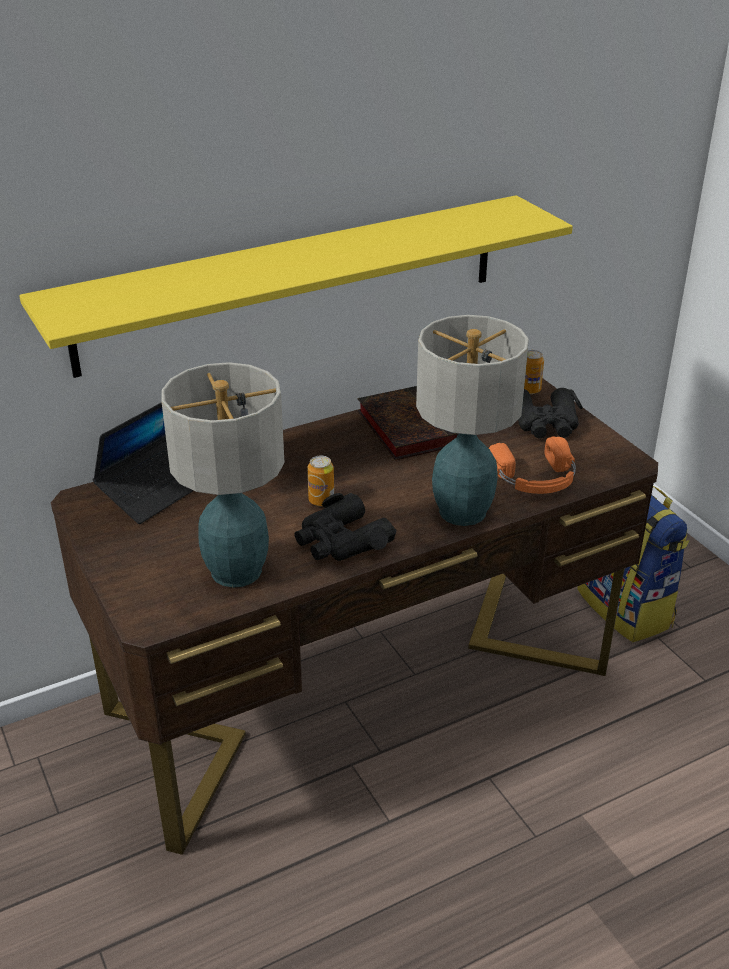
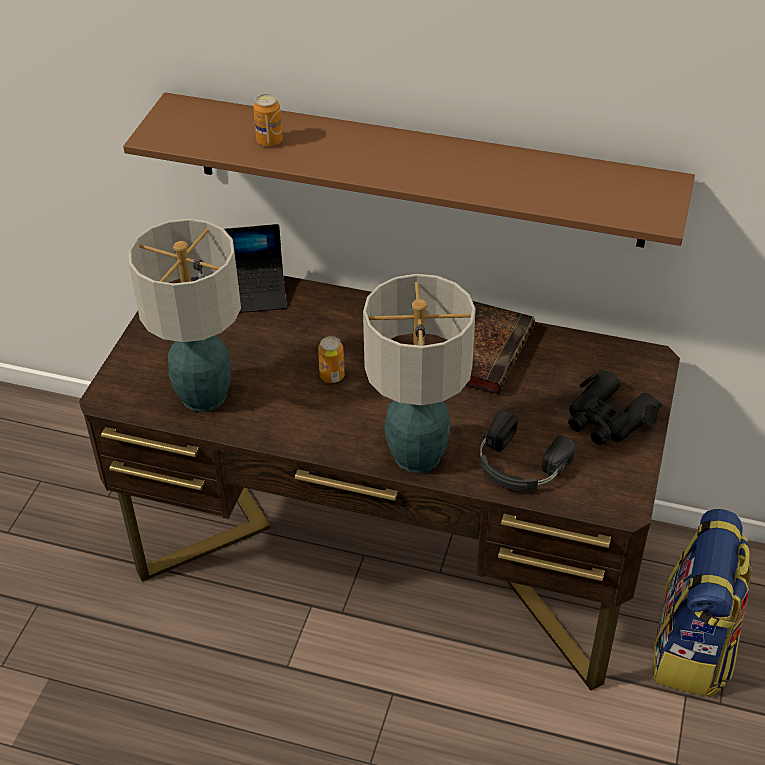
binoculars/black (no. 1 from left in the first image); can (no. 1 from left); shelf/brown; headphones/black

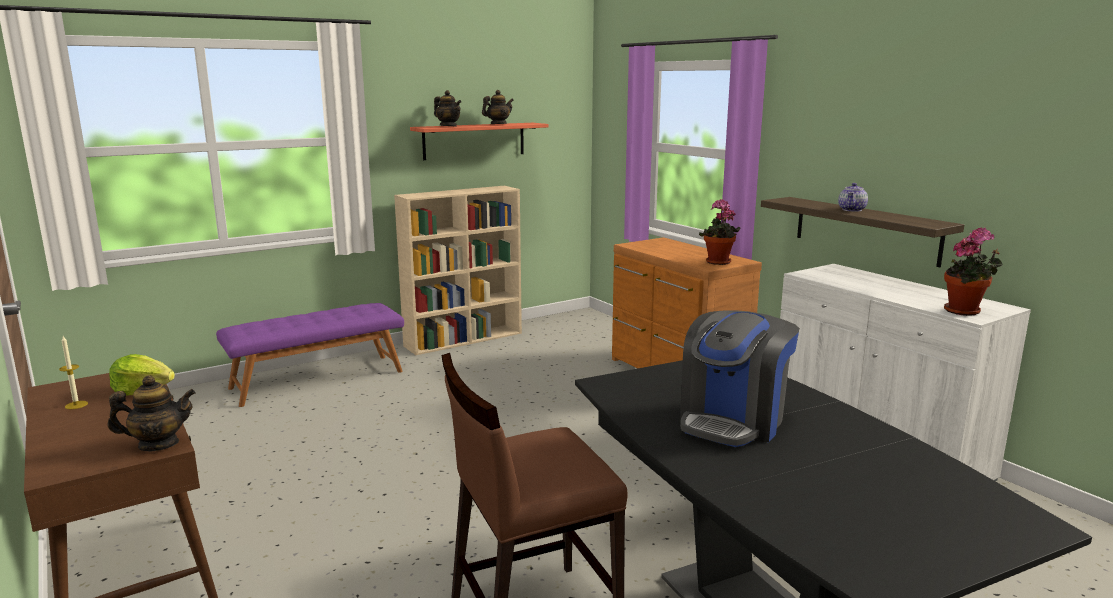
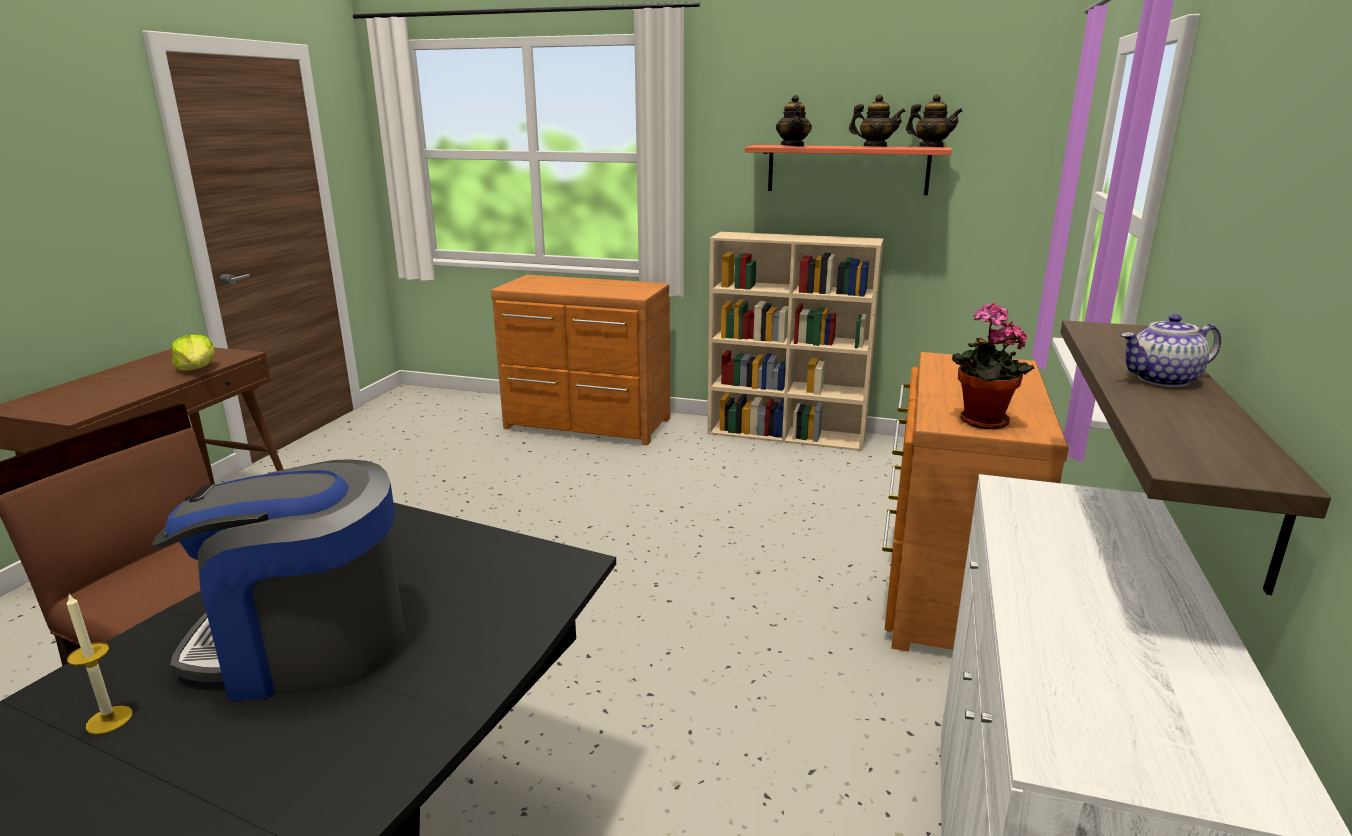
potted plant (no. 2 from left in the first image); candle; teapot (no. 3 from left); dresser/brown (no. 1 from left)

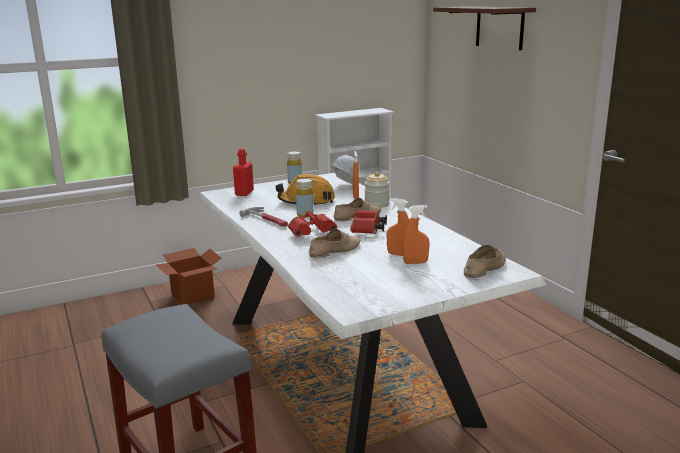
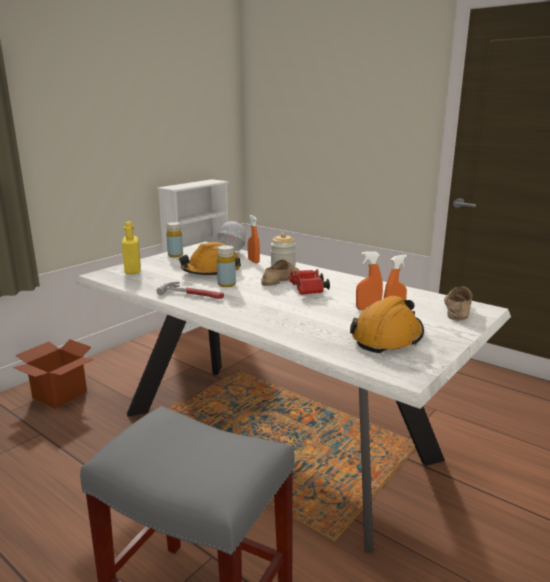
binoculars/red (no. 1 from left in the first image); shoe/beige (no. 1 from left in the first image); shelf/brown; hard hat/orange (no. 2 from left); bottle/yellow (no. 1 from left)

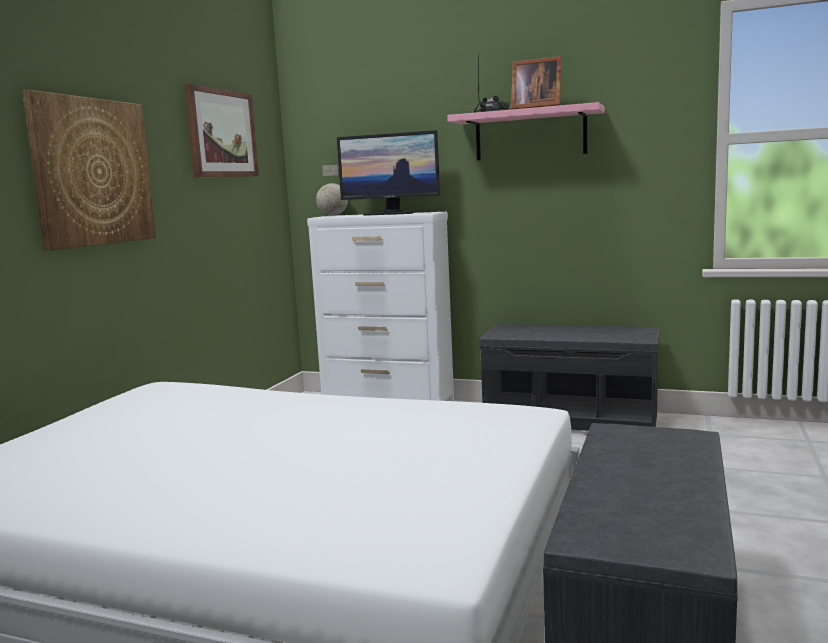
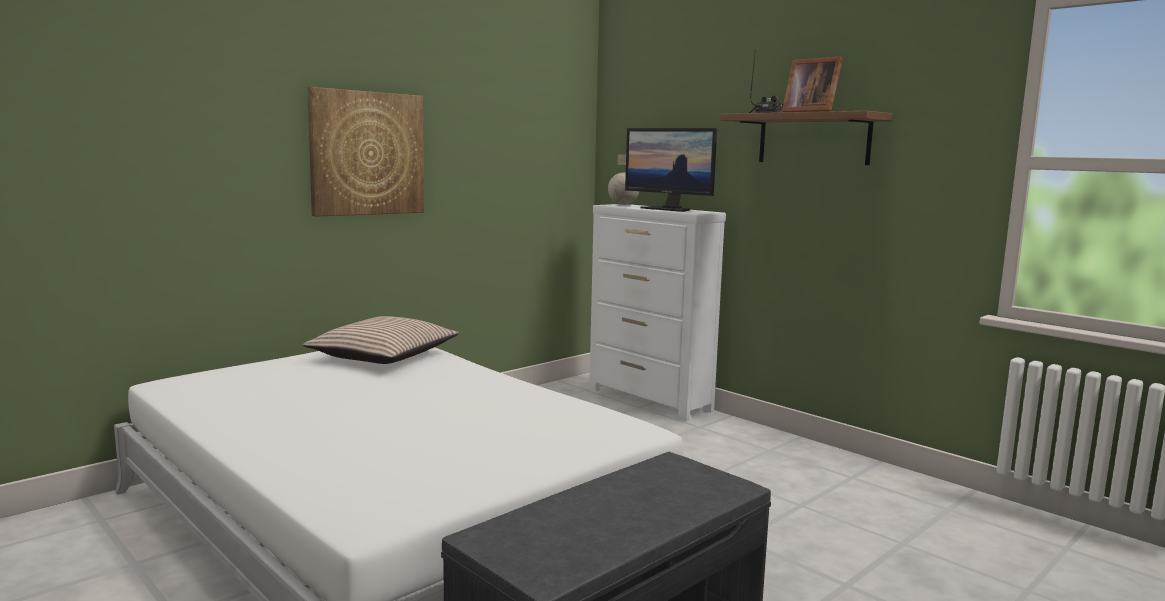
picture (no. 2 from left in the first image); bench/grey (no. 1 from left in the first image); pillow; shelf/brown

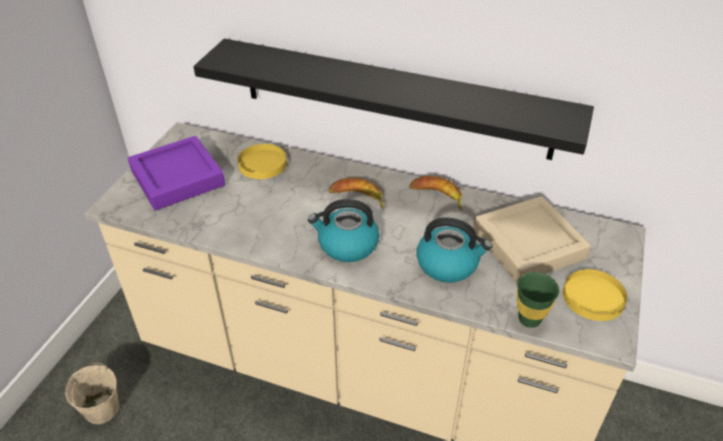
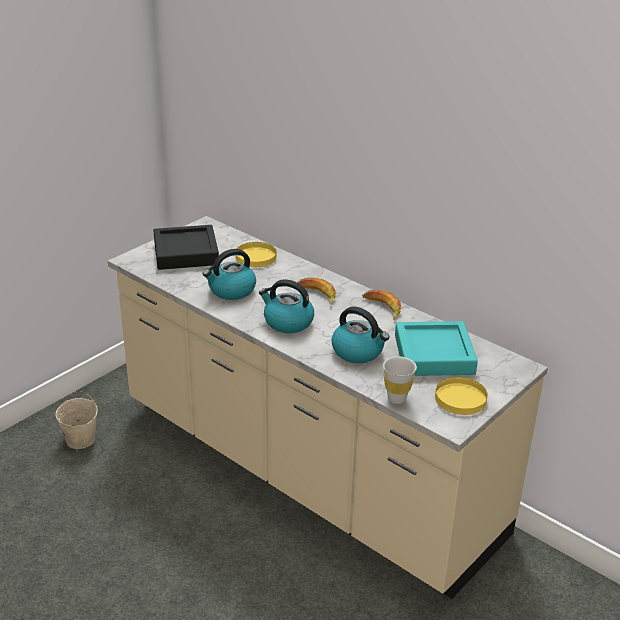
shelf/black; kettle (no. 1 from left); tray/black; tray/turquoise; cup/white

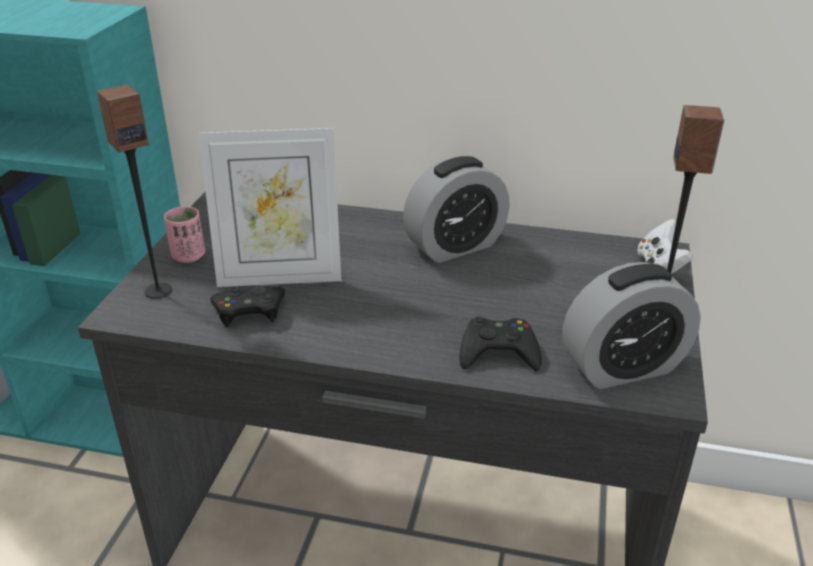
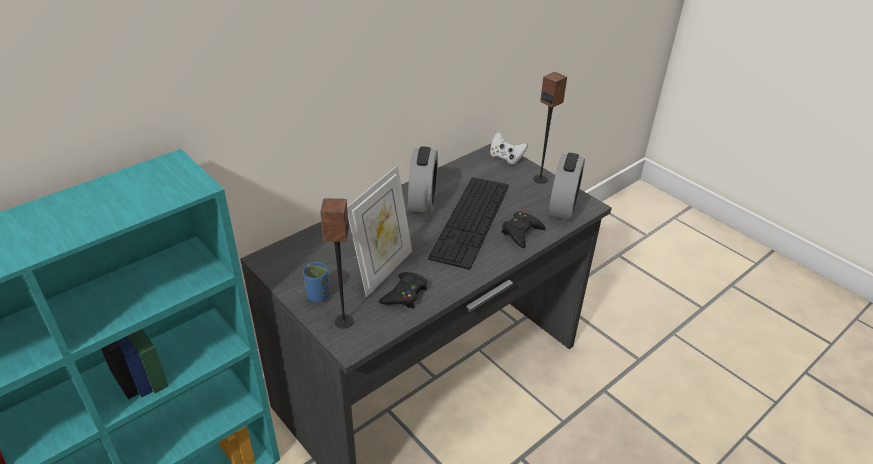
keyboard; cup/blue

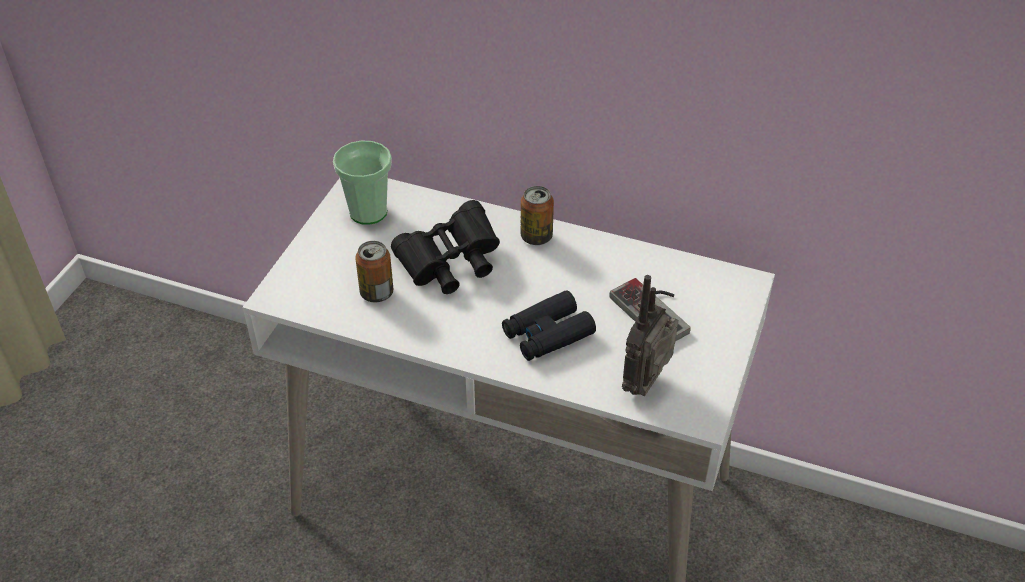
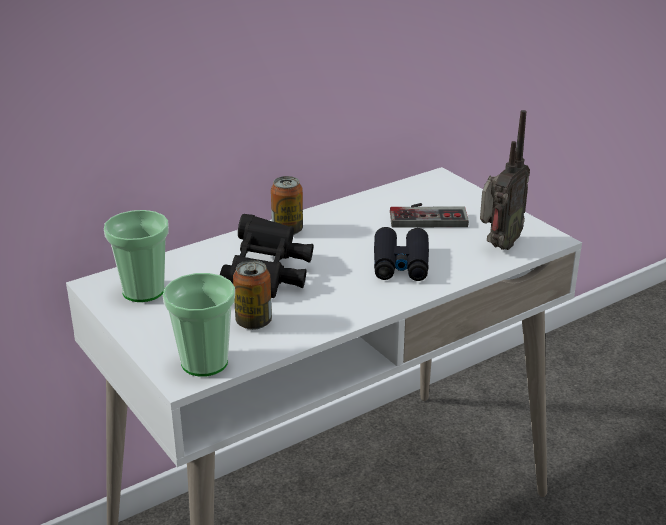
cup (no. 2 from left); radio

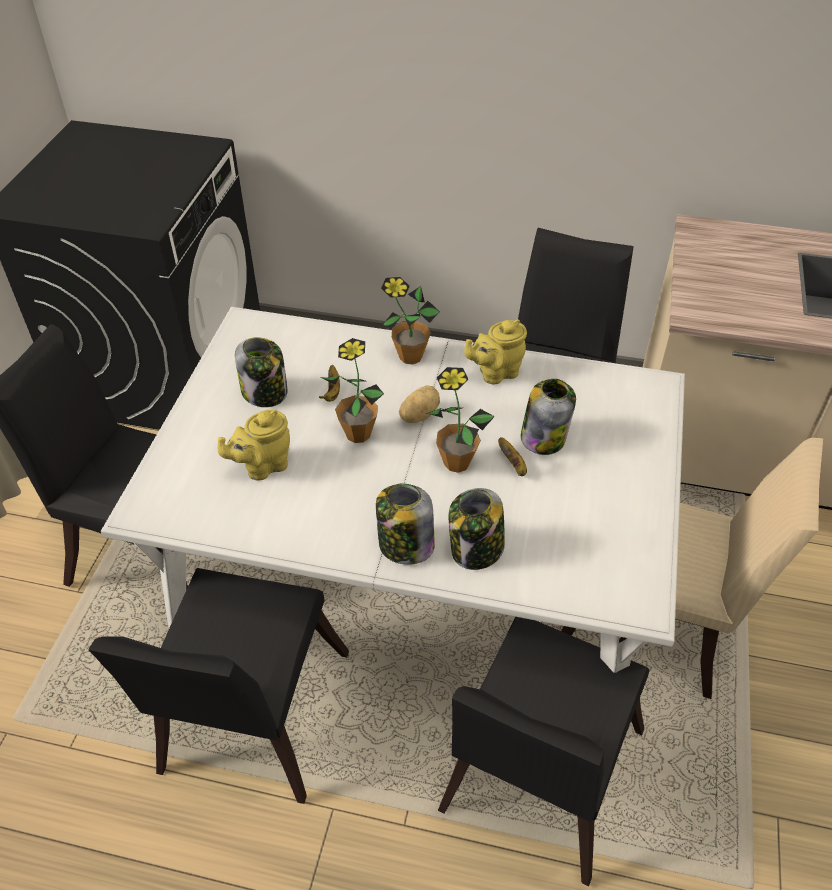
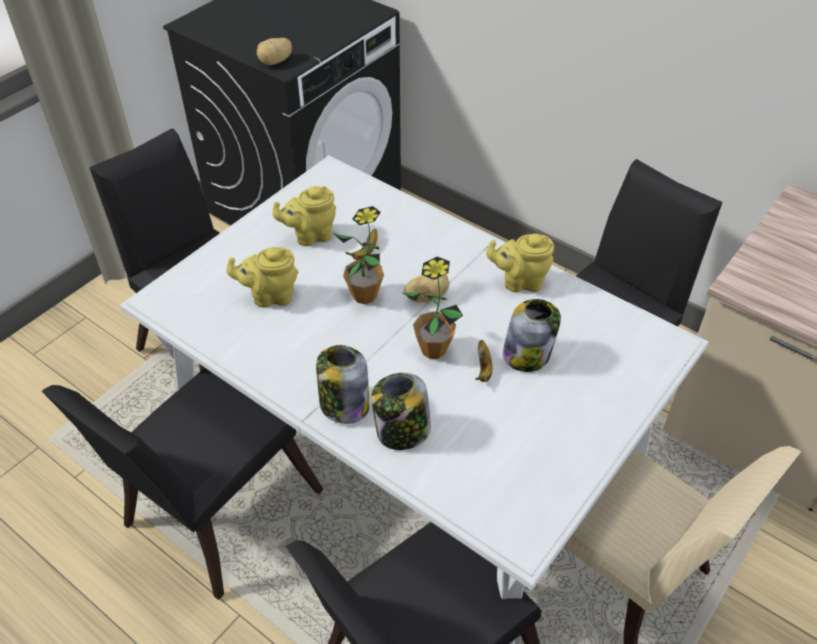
potted plant (no. 2 from left in the first image); potato (no. 1 from left); teapot/yellow (no. 2 from left)

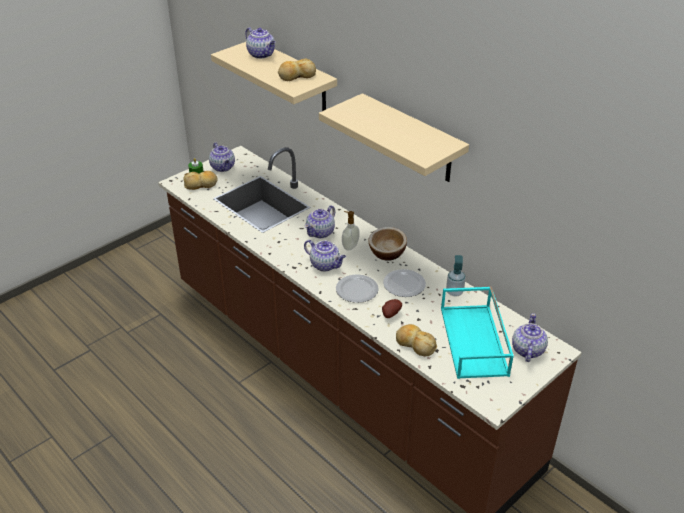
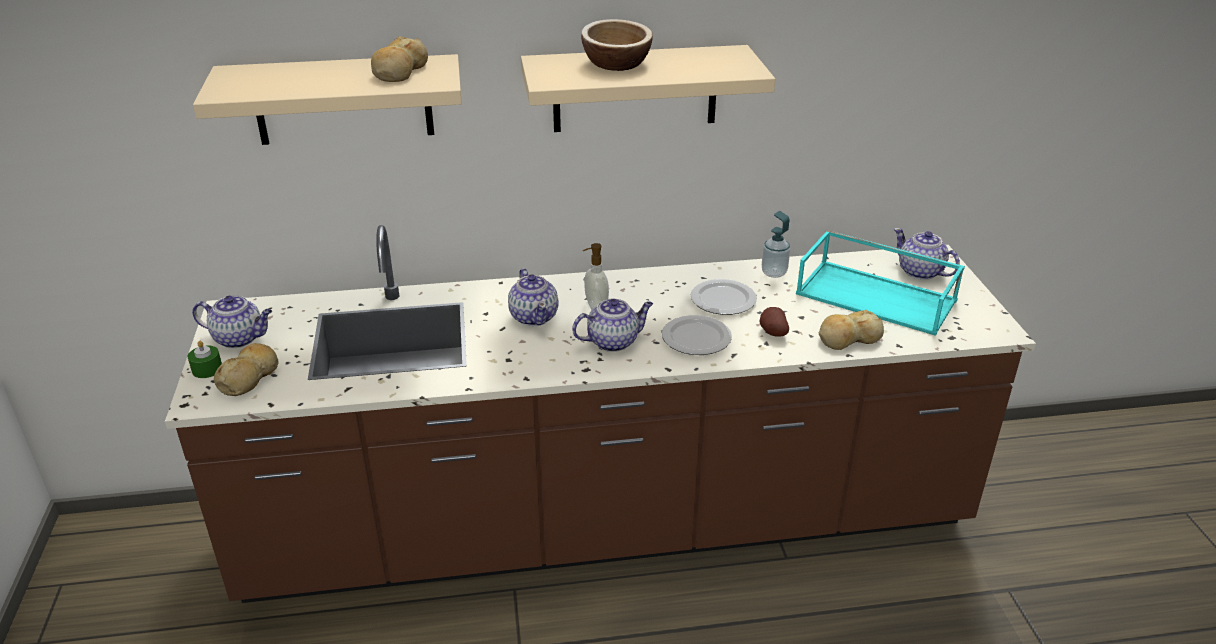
teapot (no. 2 from left in the first image); bowl

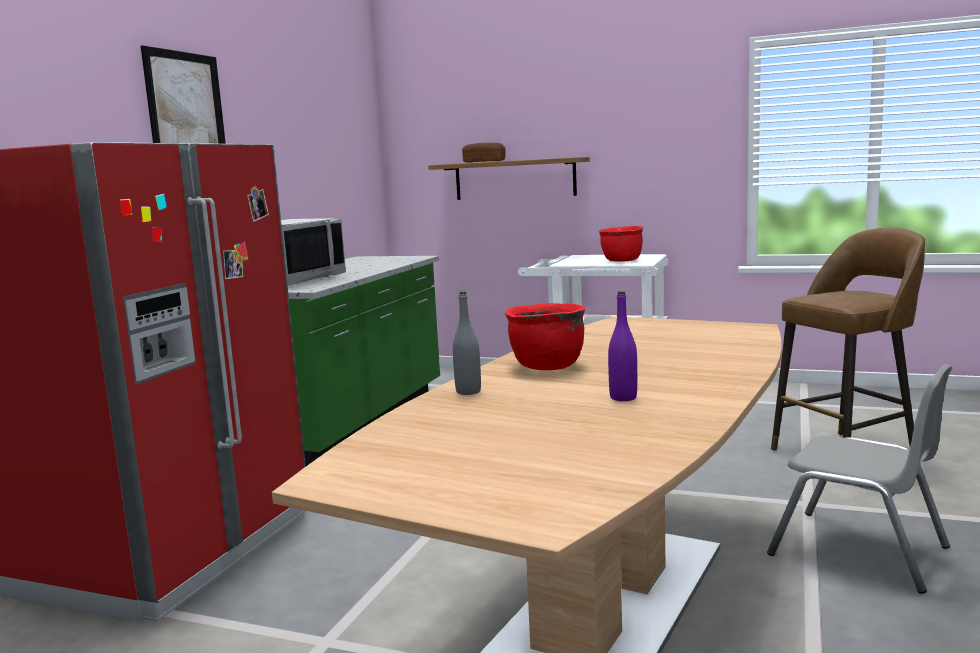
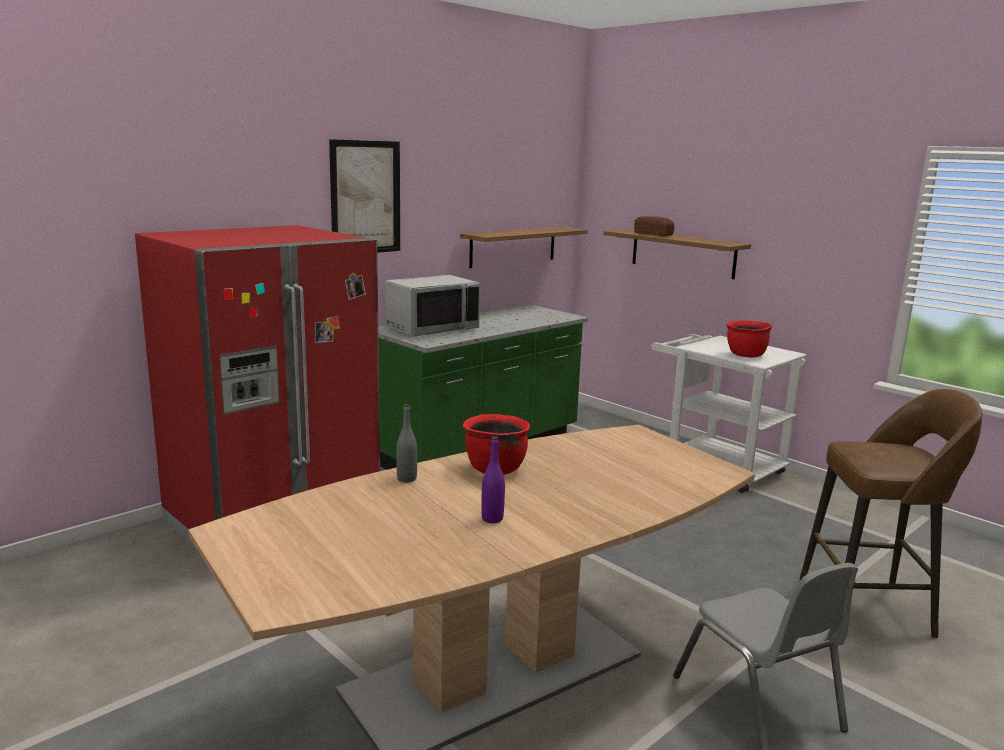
shelf (no. 1 from left)

